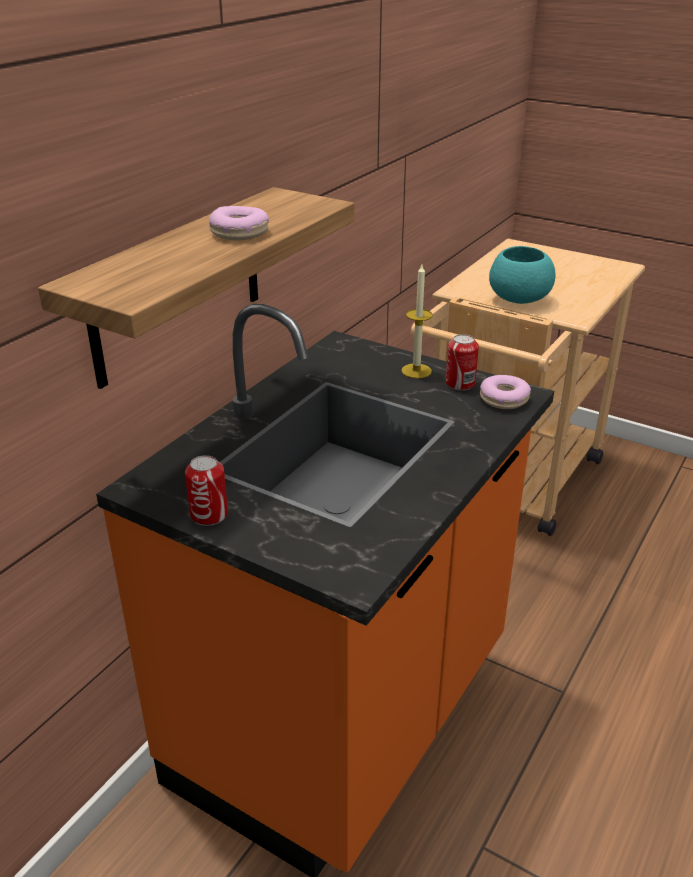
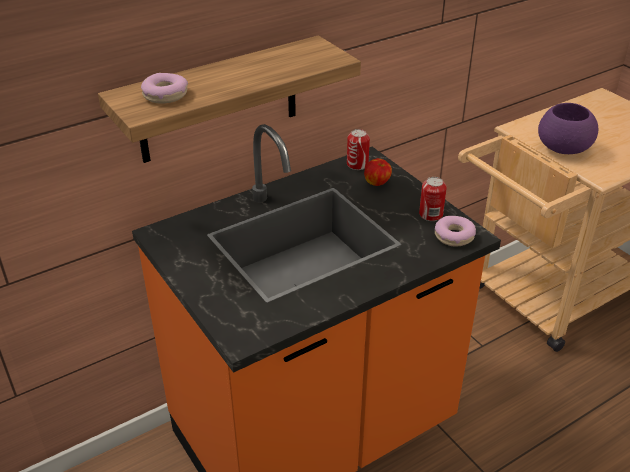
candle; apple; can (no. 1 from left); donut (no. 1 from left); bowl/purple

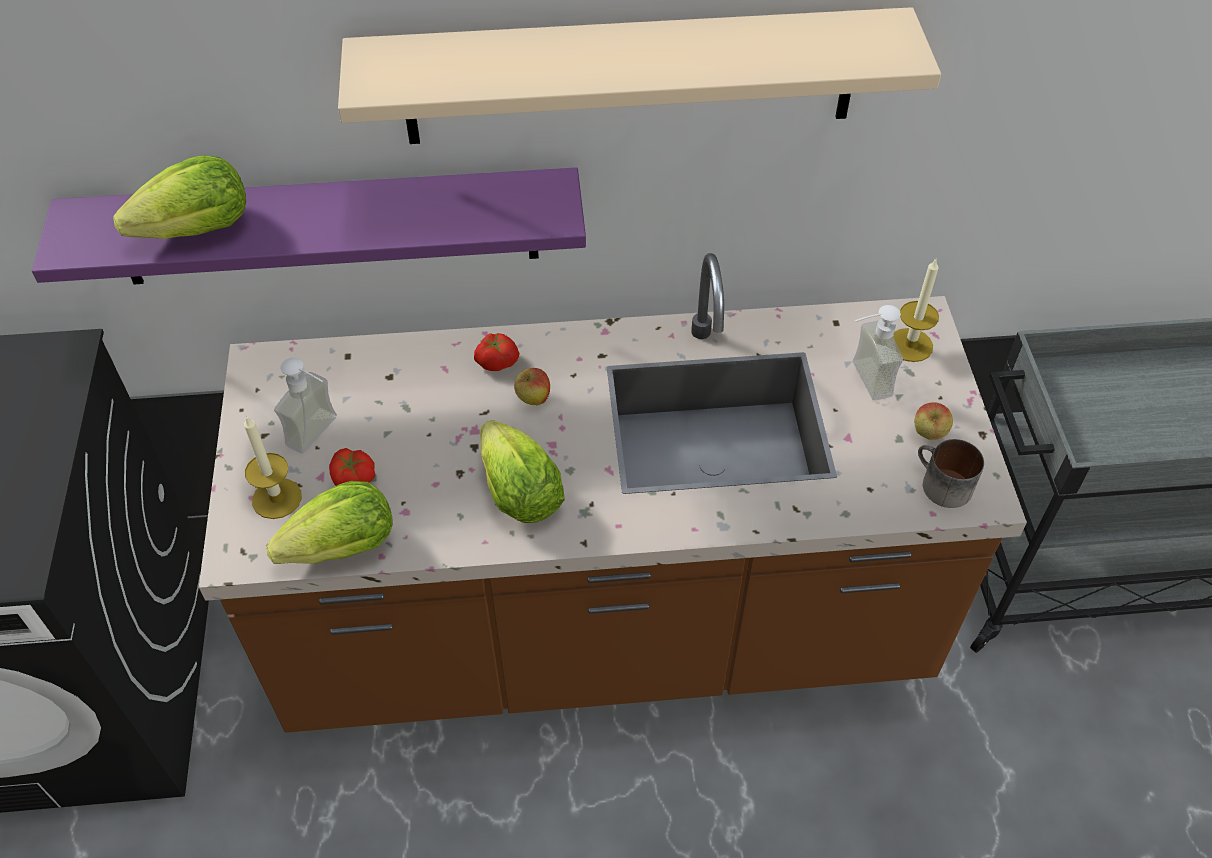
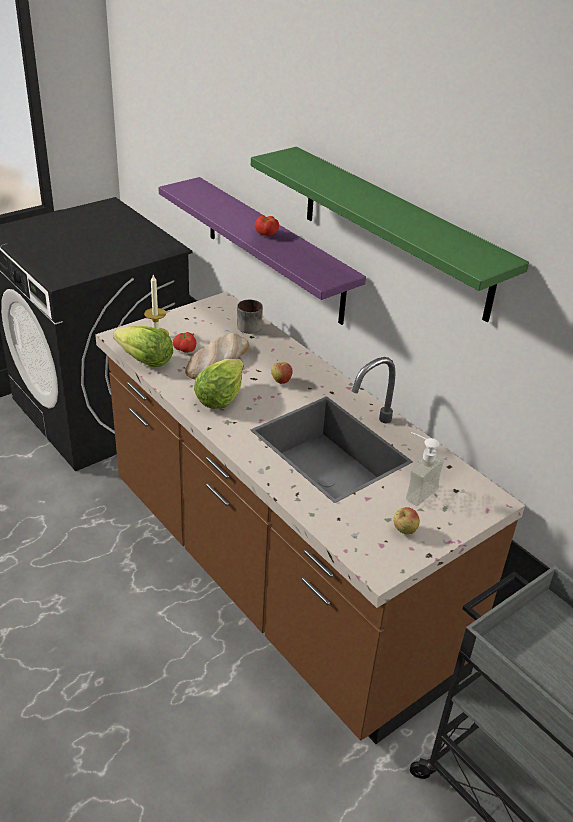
lettuce (no. 1 from left in the first image); soap dispenser (no. 1 from left in the first image); candle (no. 2 from left in the first image); bread; tomato (no. 2 from left); mug; shelf/green

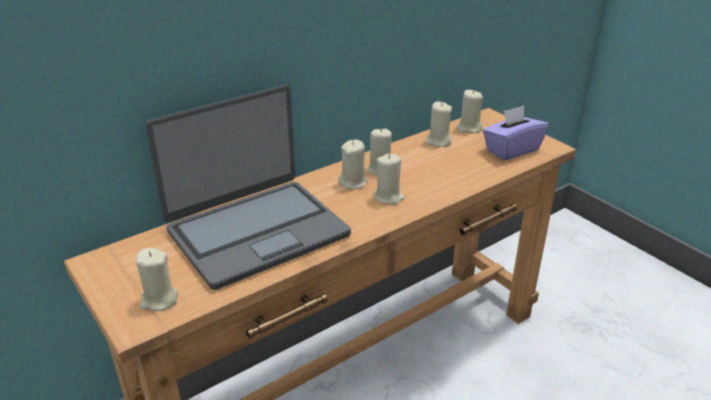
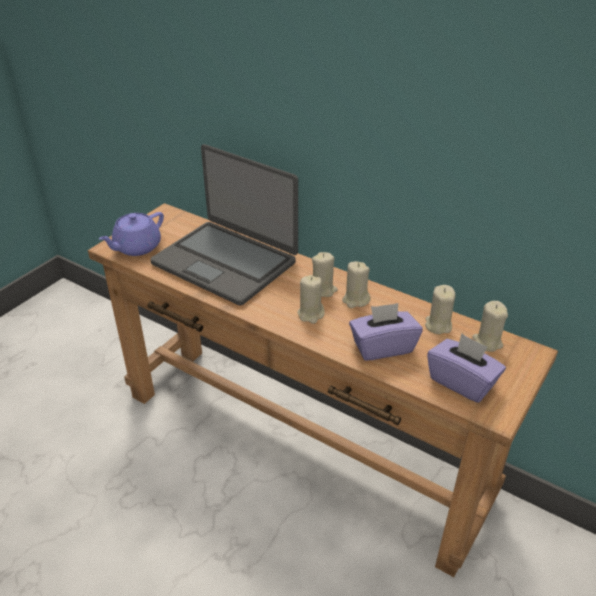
tissue box/purple (no. 1 from left); teapot/purple

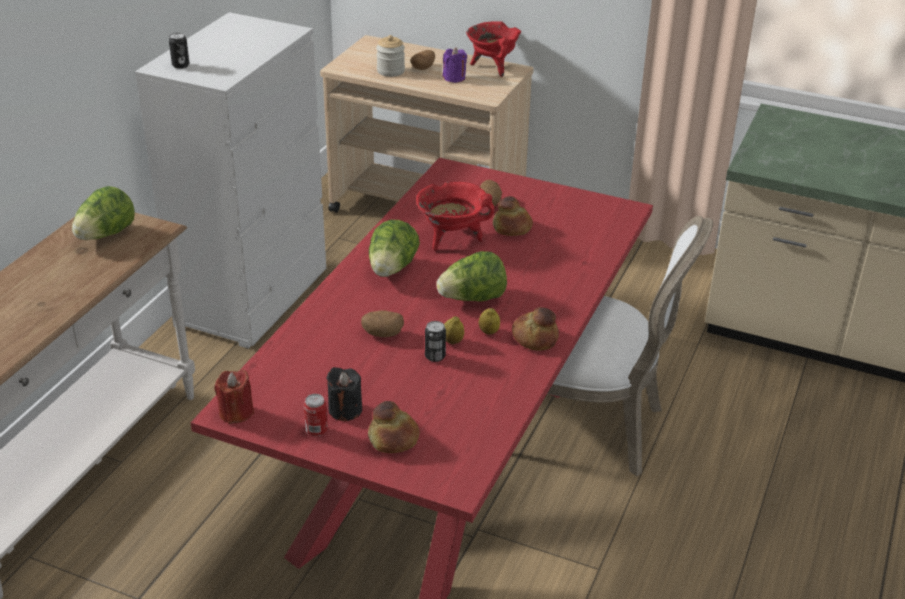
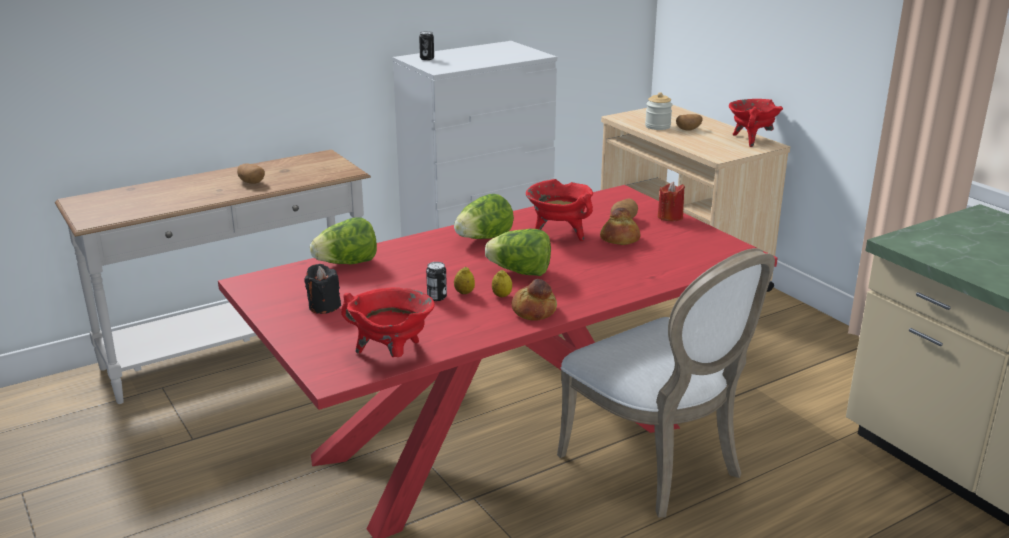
can (no. 2 from left in the first image); bread (no. 1 from left in the first image); candle/purple; cooking pot/red (no. 1 from left); lettuce (no. 1 from left); candle/red; potato (no. 1 from left)

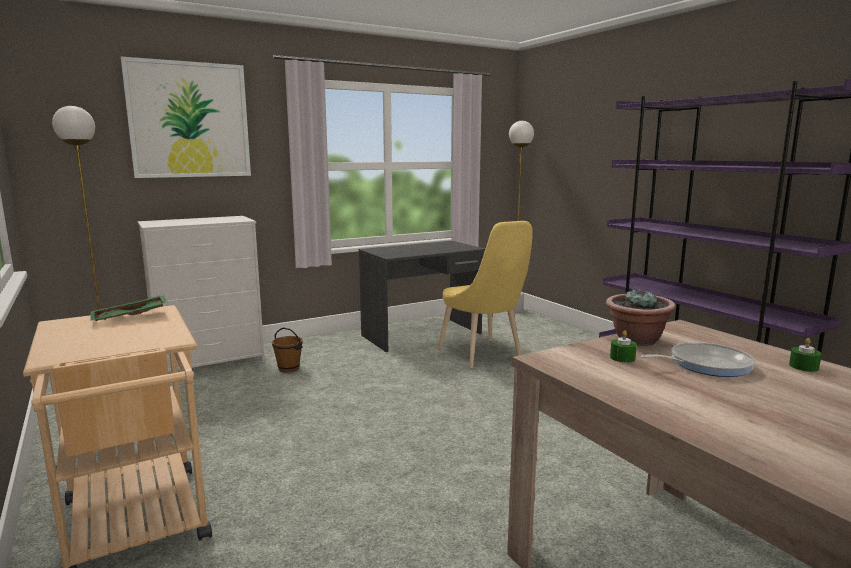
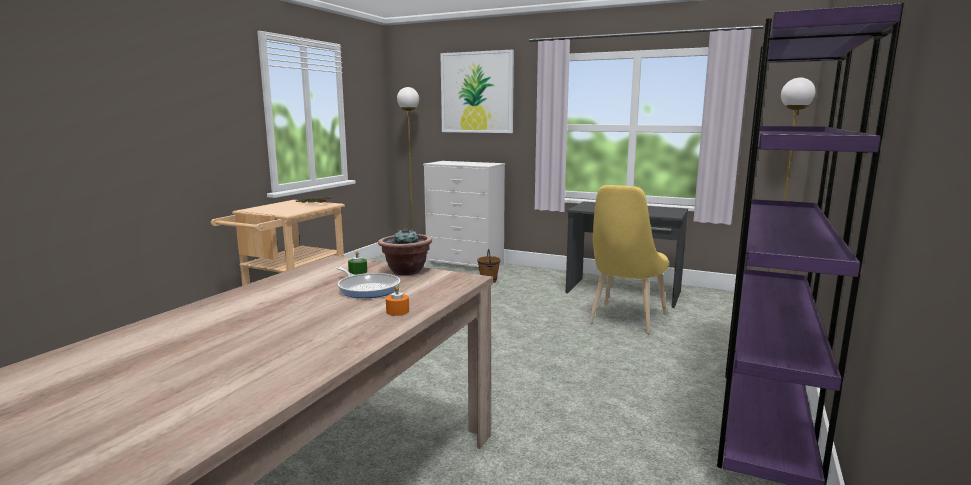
candle/orange

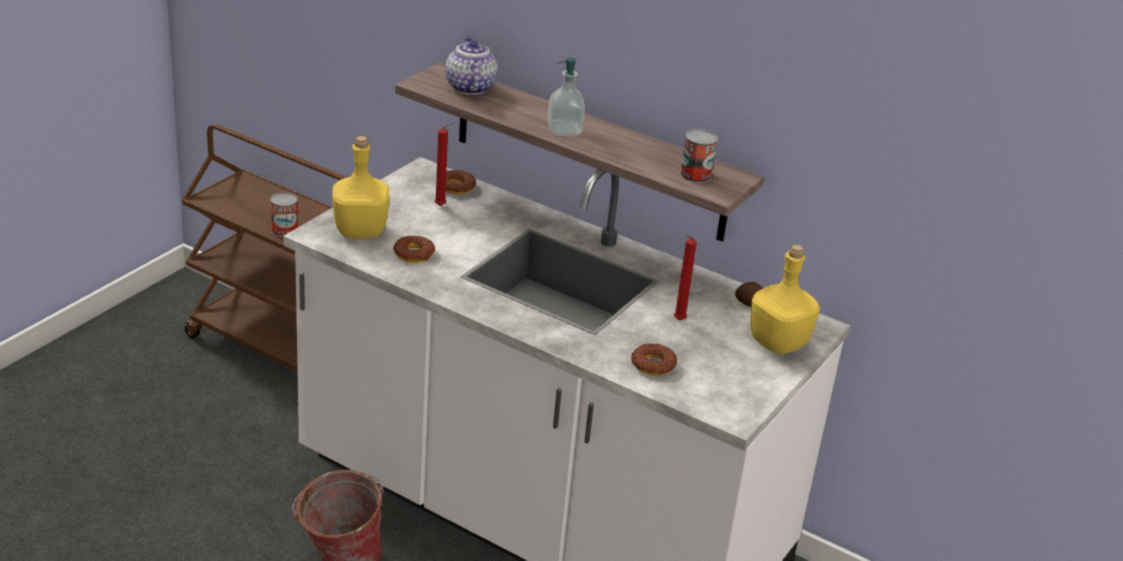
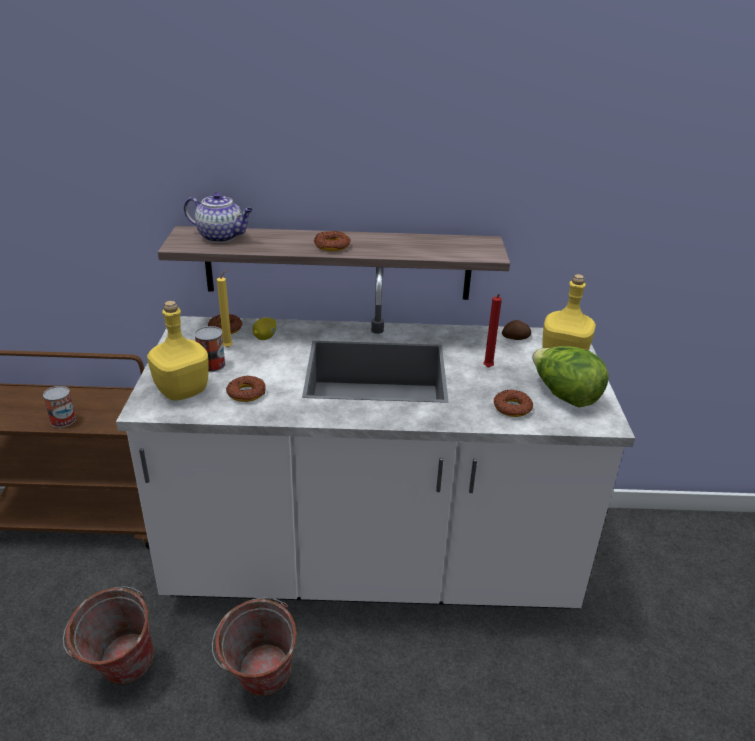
bucket (no. 1 from left); lemon; lettuce; can (no. 2 from left); donut (no. 3 from left); candle/yellow; teapot

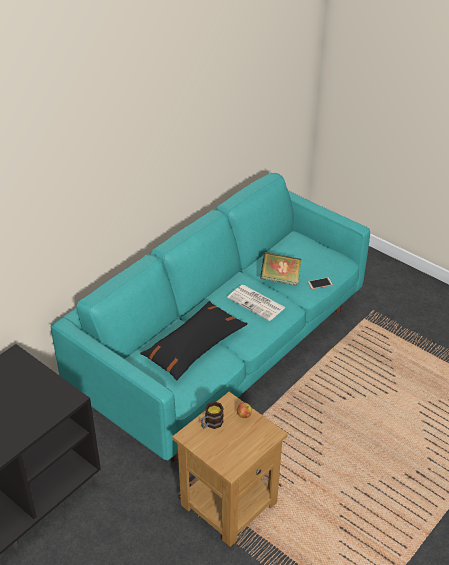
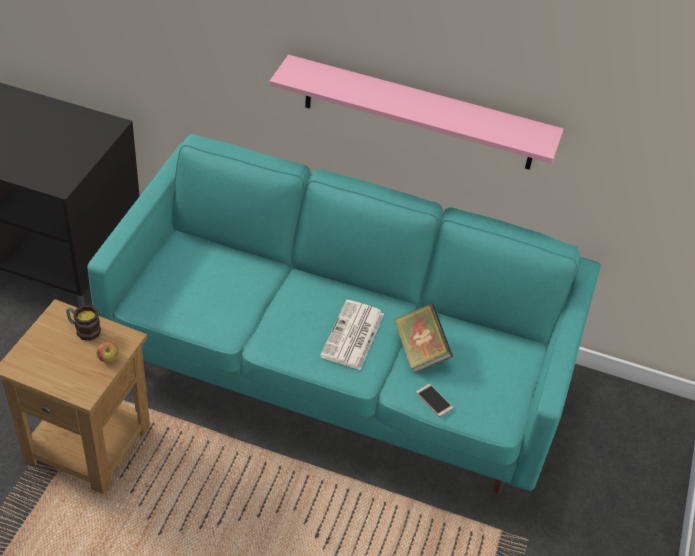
pillow/black; shelf/pink

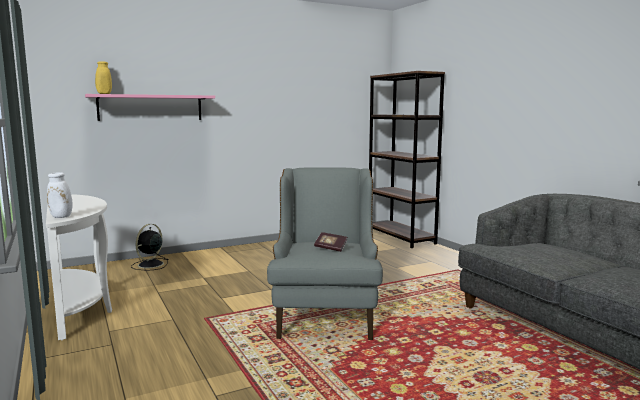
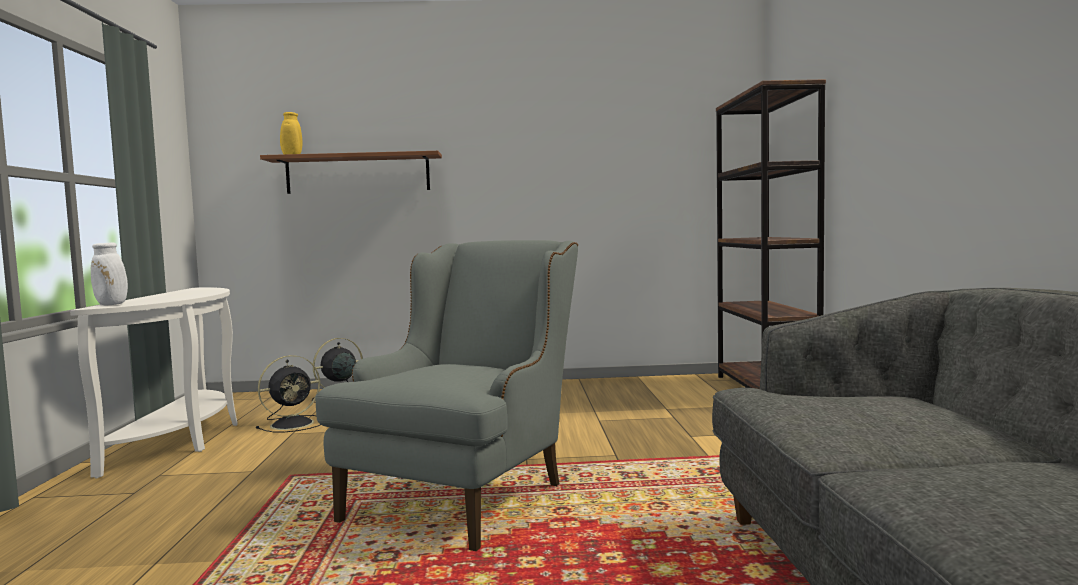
book; fan/black (no. 1 from left); shelf/brown

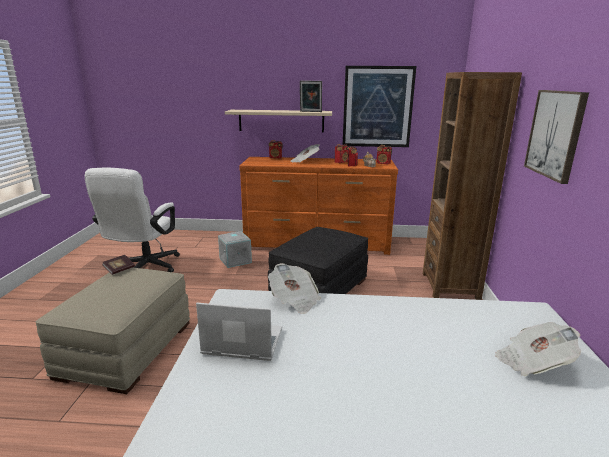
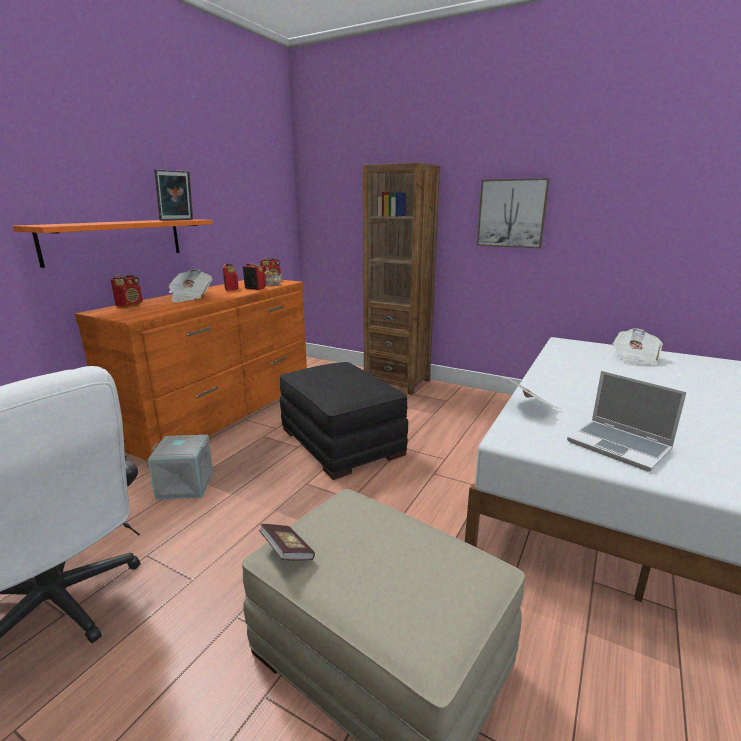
picture (no. 1 from left in the first image); shelf/orange; laptop

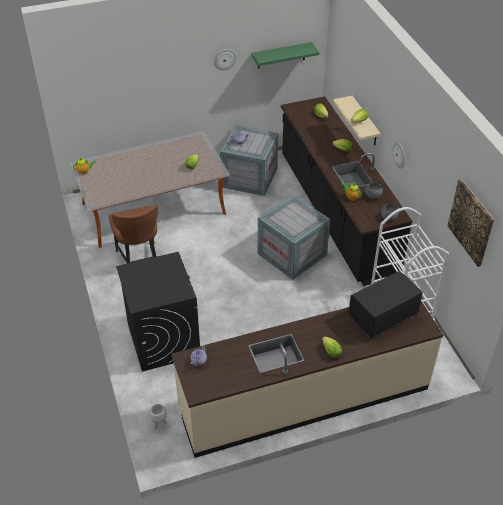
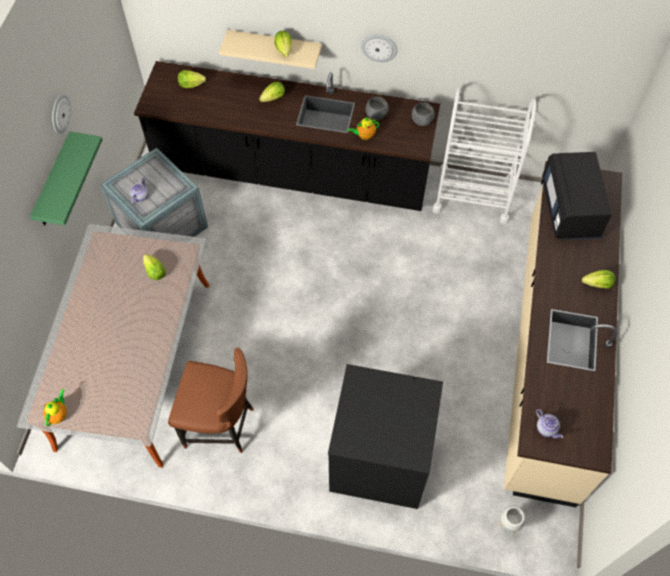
crate (no. 2 from left in the first image); picture; shelf/green

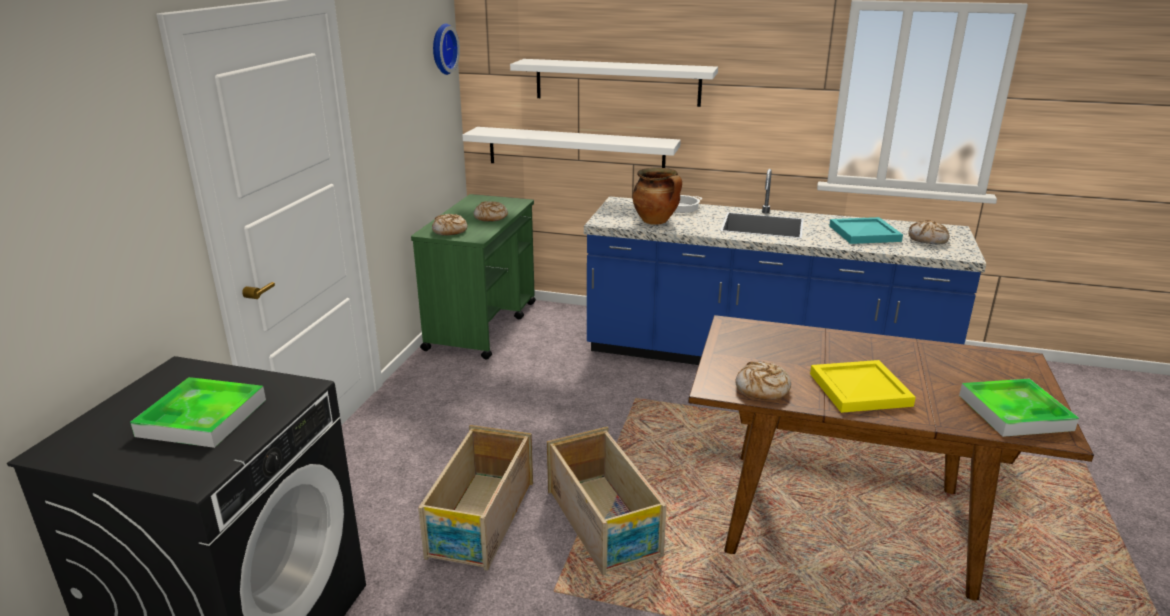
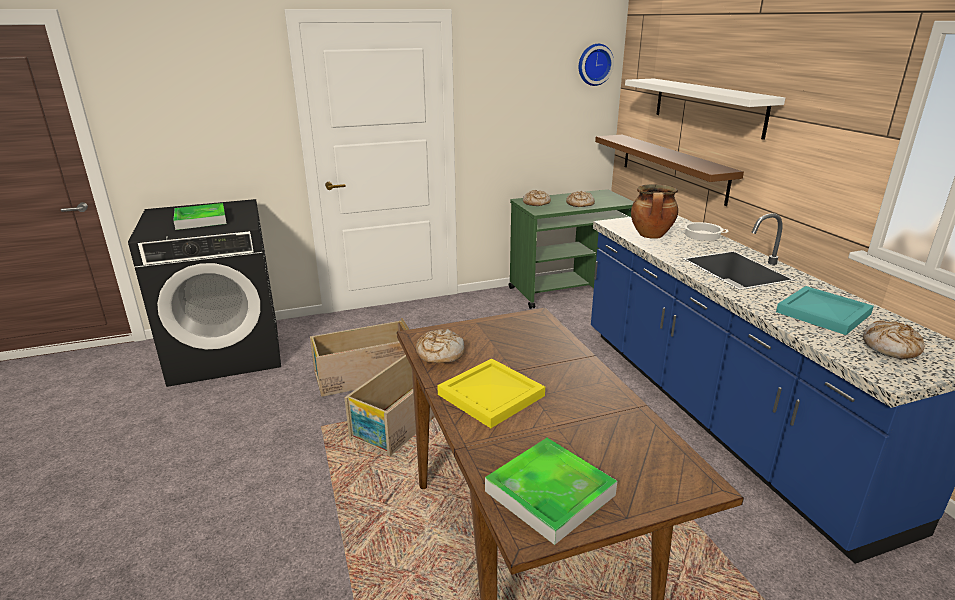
shelf/brown

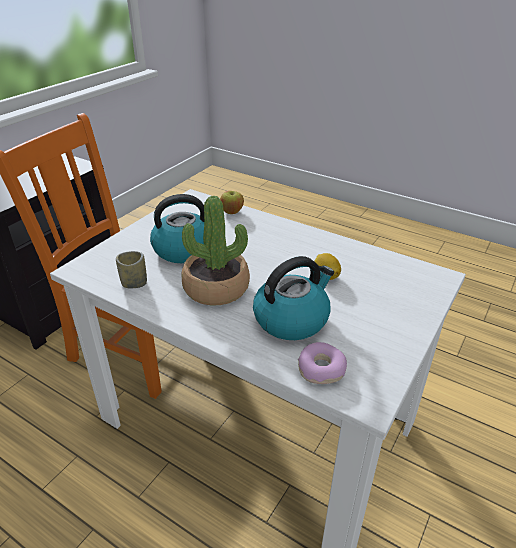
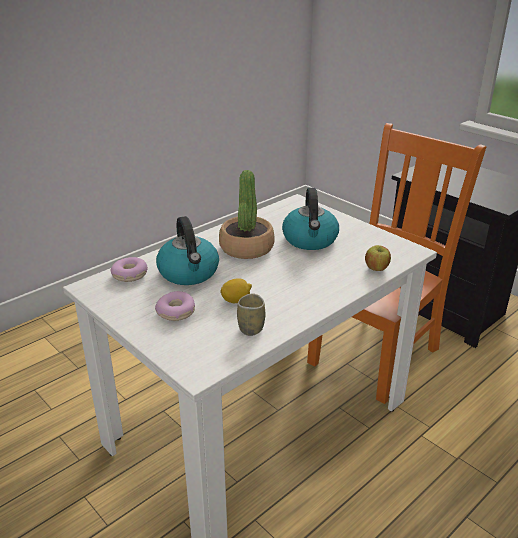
donut (no. 2 from left); cup

